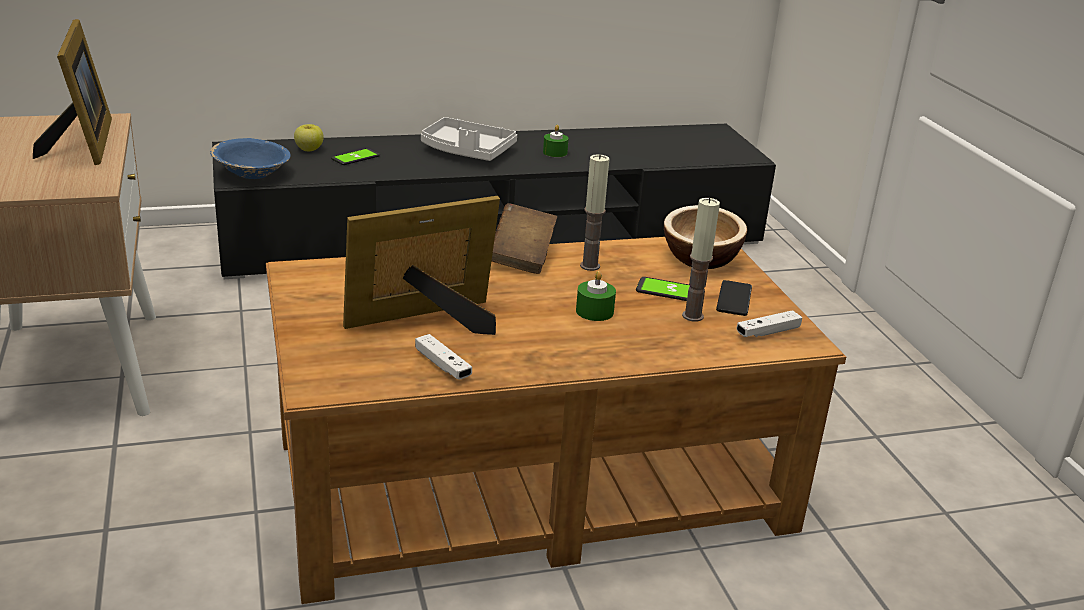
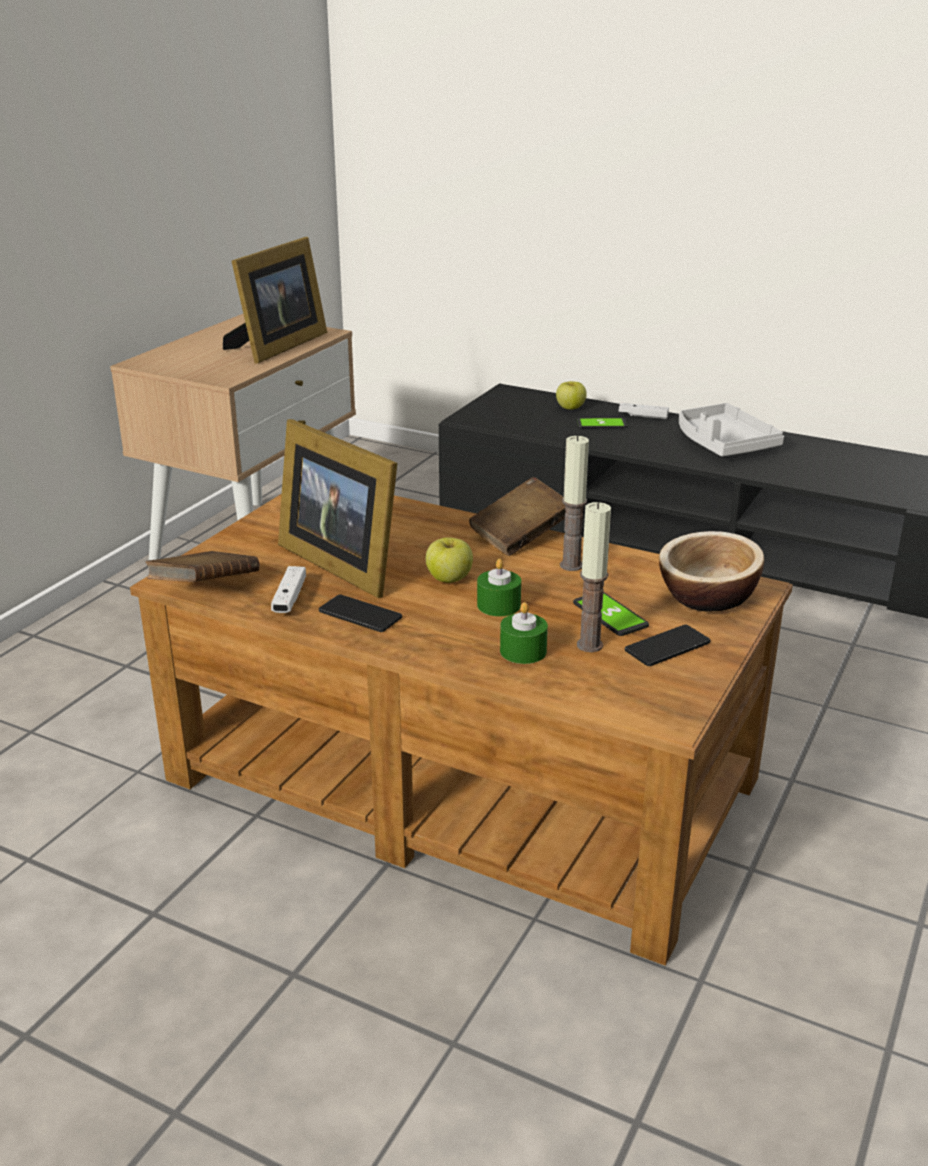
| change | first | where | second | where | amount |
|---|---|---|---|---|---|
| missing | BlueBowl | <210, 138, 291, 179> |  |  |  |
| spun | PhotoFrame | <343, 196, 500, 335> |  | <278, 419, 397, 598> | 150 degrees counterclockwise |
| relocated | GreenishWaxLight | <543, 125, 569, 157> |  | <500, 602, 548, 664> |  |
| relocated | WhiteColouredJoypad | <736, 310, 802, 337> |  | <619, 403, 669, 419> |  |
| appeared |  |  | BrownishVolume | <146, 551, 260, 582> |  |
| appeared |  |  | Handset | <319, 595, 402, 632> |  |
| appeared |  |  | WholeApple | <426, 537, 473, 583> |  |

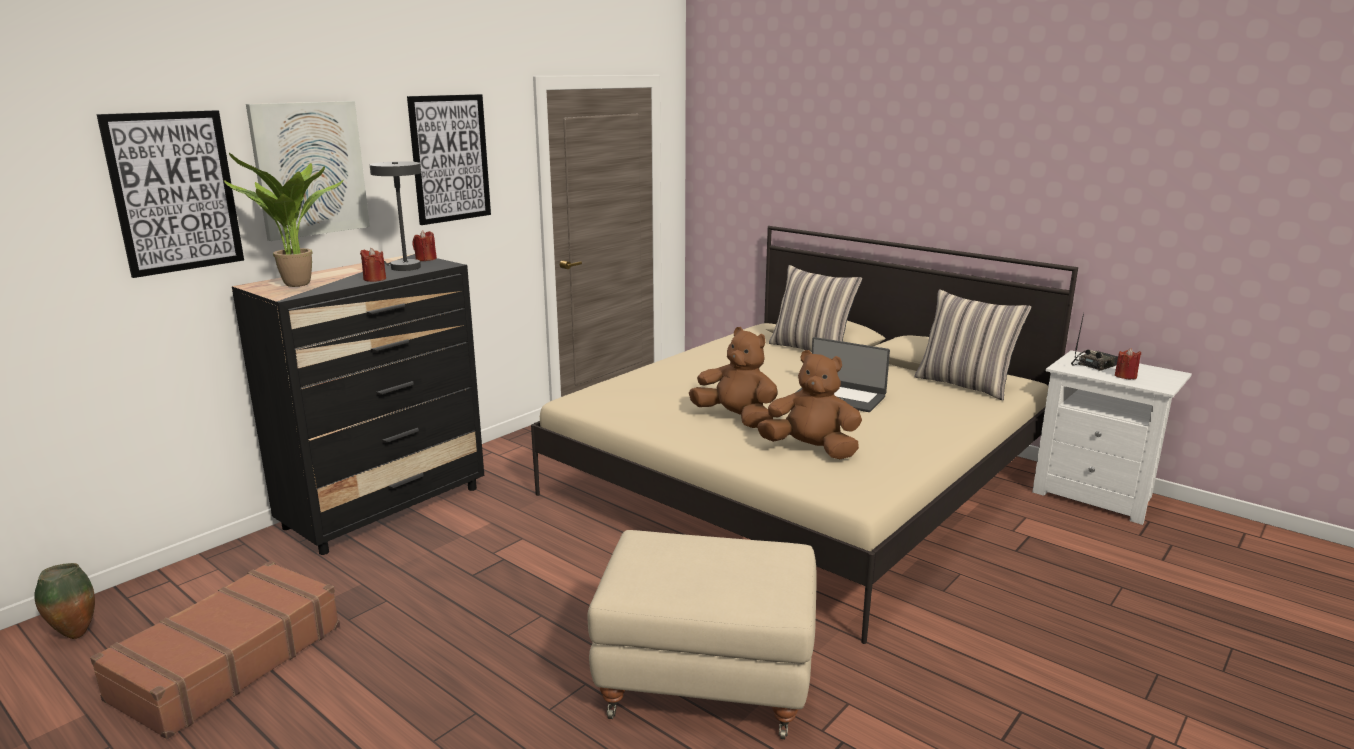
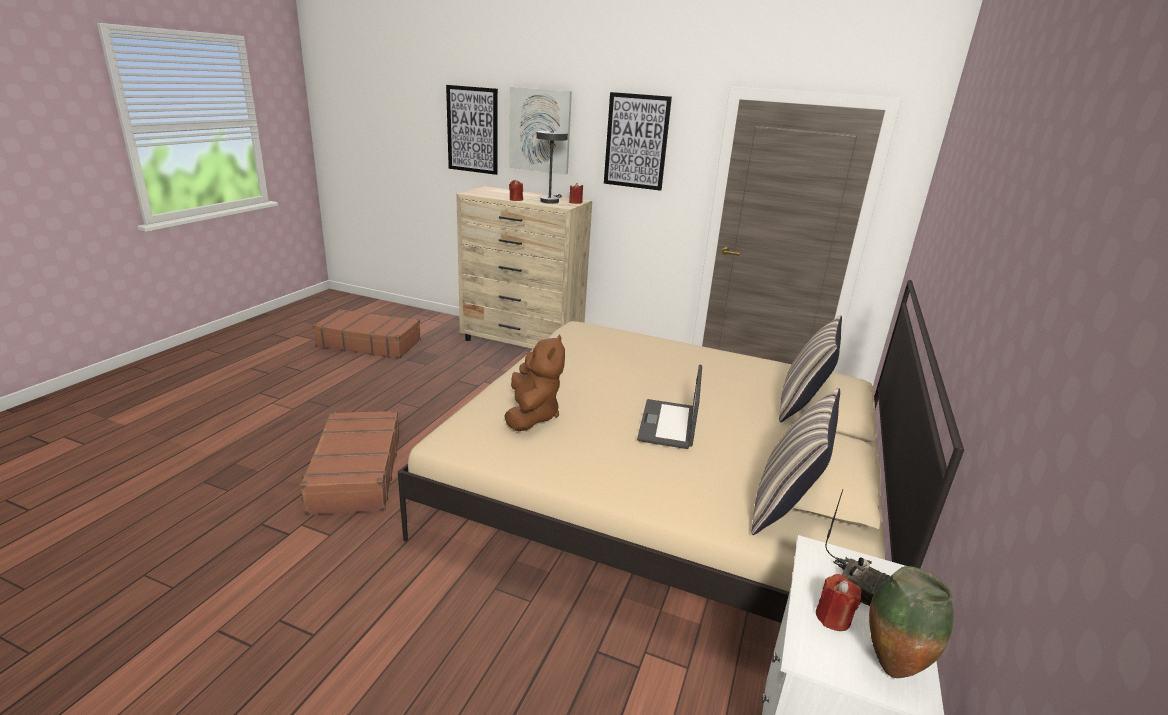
| change | first | where | second | where | amount |
|---|---|---|---|---|---|
| relocated | Vase | <34, 563, 95, 639> |  | <869, 566, 954, 678> |  |
| missing | PottedPlant | <224, 153, 344, 287> |  |  |  |
| colour | BlackColouredDrawerChest | <232, 254, 484, 555> | SandColouredDrawerChest | <456, 186, 592, 349> |  |
| exchanged | SandColouredOttoman | <588, 530, 817, 739> | BrownishTravelCase | <300, 410, 400, 515> |  |
| missing | BrownishSoftToy | <689, 327, 778, 428> |  |  |  |

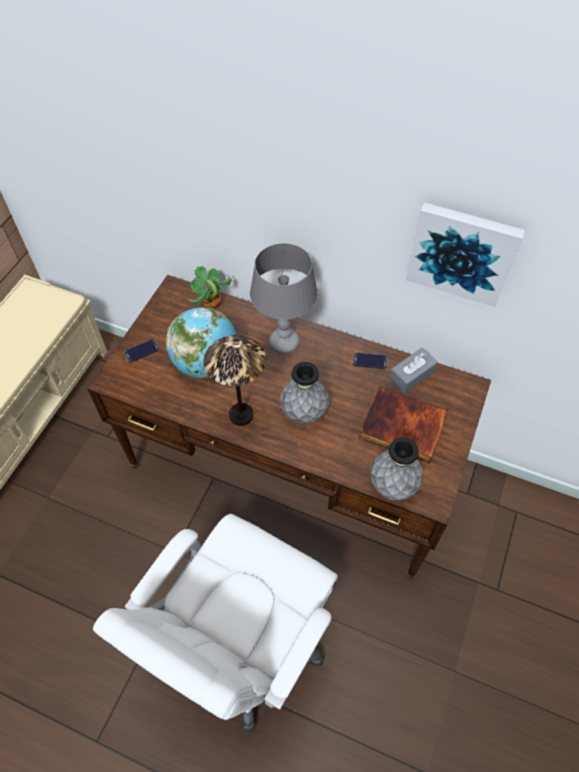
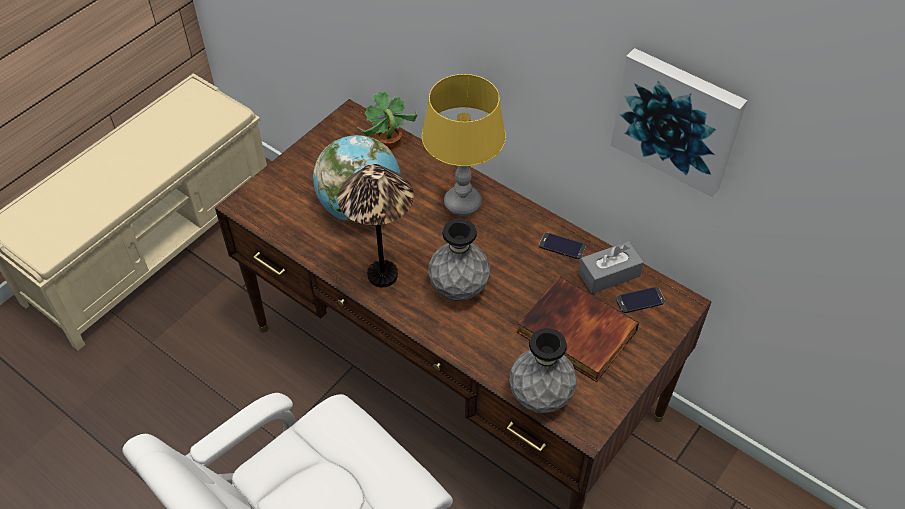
| change | first | where | second | where | amount |
|---|---|---|---|---|---|
| relocated | Handset | <124, 339, 160, 363> |  | <616, 287, 665, 313> |  |
| colour | GreyishTabletopLamp | <250, 243, 318, 353> | YellowishTabletopLamp | <422, 74, 506, 216> |  |

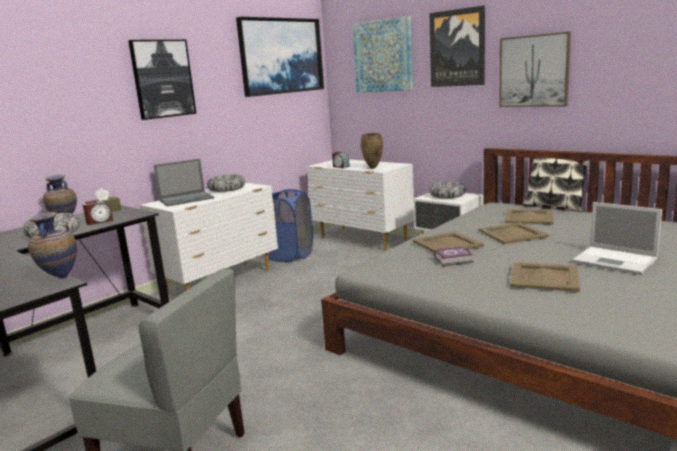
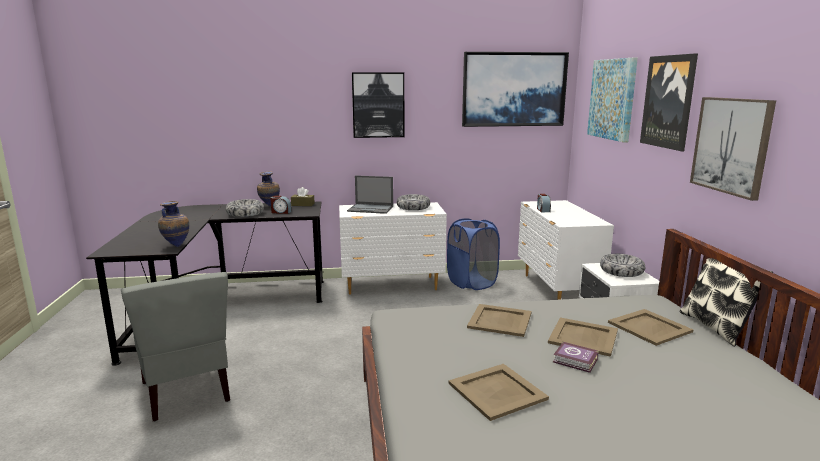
| change | first | where | second | where | amount |
|---|---|---|---|---|---|
| missing | BrownishVase | <361, 133, 383, 168> |  |  |  |
| relocated | Volume | <434, 246, 474, 266> |  | <553, 342, 599, 373> |  |
| missing | NotebookComputer | <572, 202, 662, 275> |  |  |  |

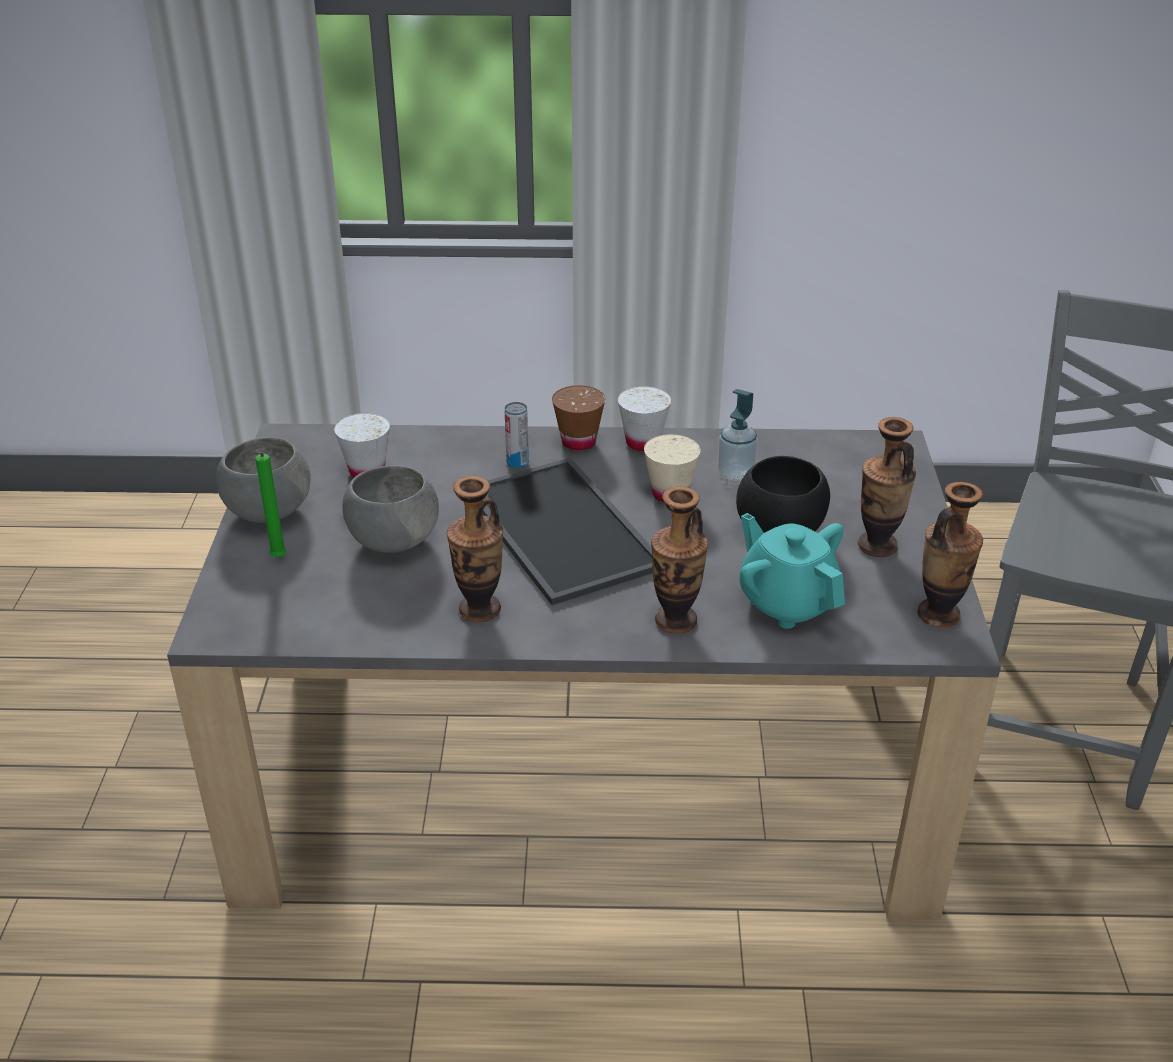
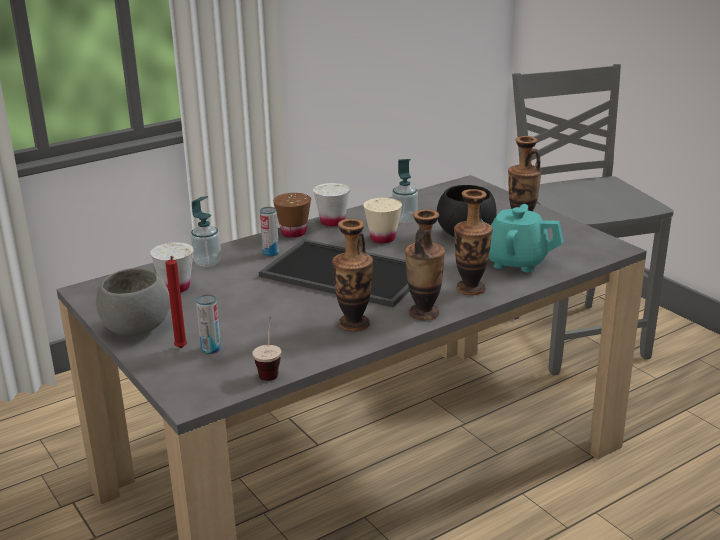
| change | first | where | second | where | amount |
|---|---|---|---|---|---|
| colour | GreenishWaxLight | <253, 452, 286, 558> | ReddishWaxLight | <166, 256, 187, 348> |  |
| missing | GreyishBowl | <342, 465, 439, 553> |  |  |  |
| relocated | Vase | <917, 482, 983, 628> |  | <405, 210, 445, 321> |  |
| appeared |  |  | SoapDispenser | <191, 196, 221, 267> |  |
| appeared |  |  | SealedCan | <196, 294, 221, 354> |  |
| appeared |  |  | SmallCup | <252, 316, 281, 381> |  |

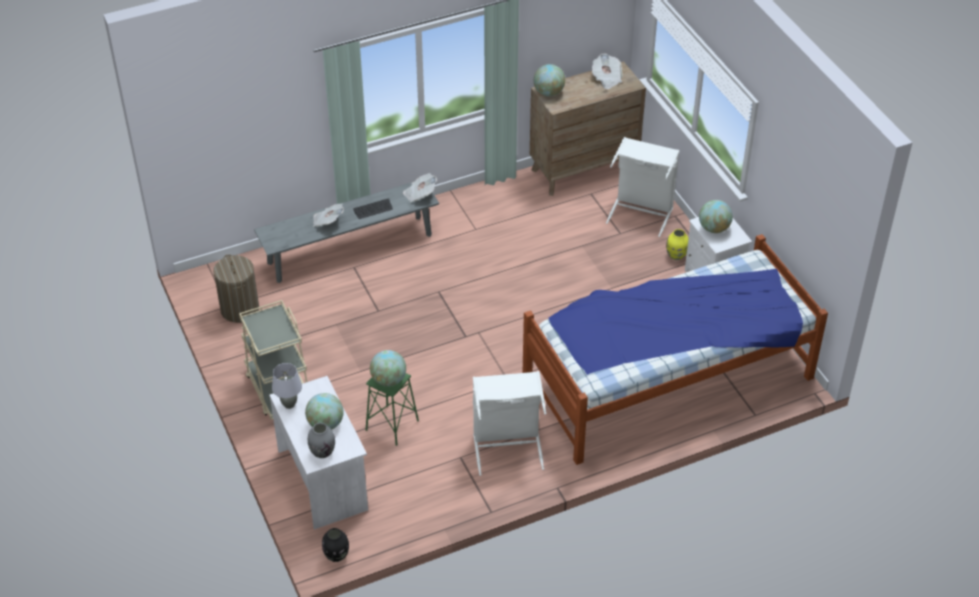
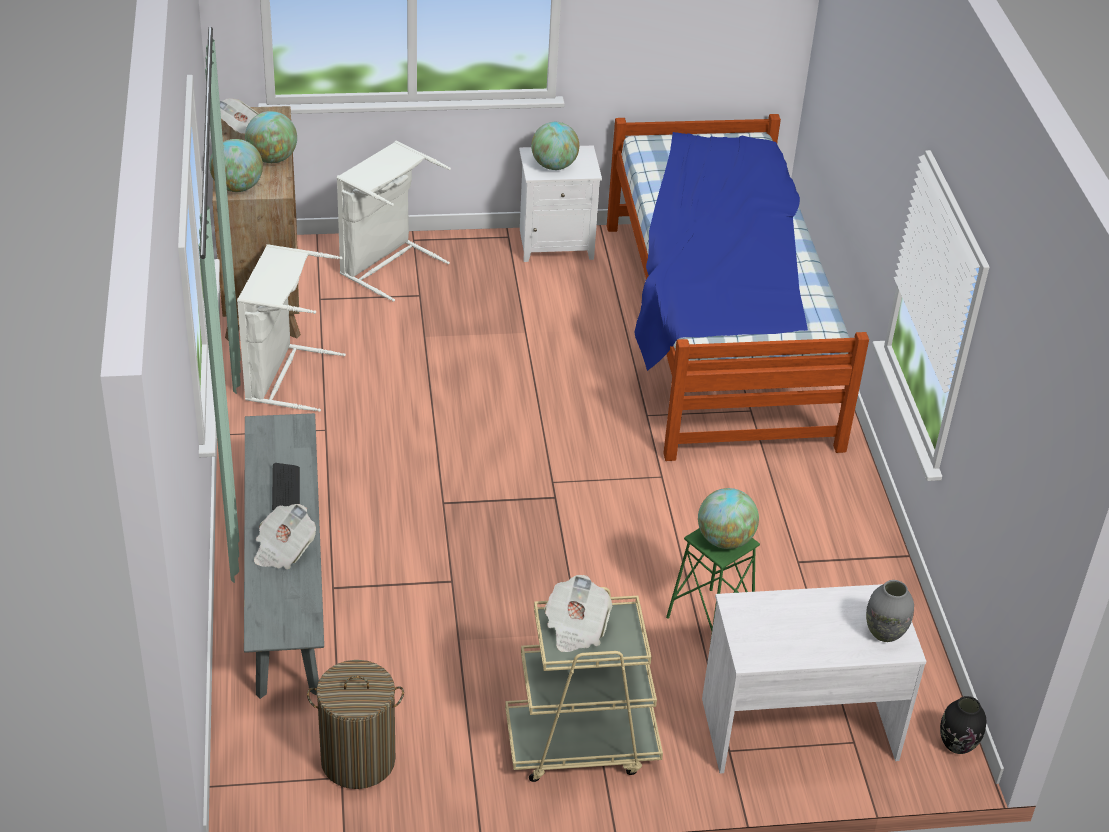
| change | first | where | second | where | amount |
|---|---|---|---|---|---|
| missing | GreyishTabletopLamp | <272, 363, 302, 409> |  |  |  |
| relocated | WorldGlobe | <305, 393, 344, 429> |  | <245, 111, 297, 163> |  |
| relocated | DailyPaper | <403, 173, 437, 202> |  | <544, 575, 612, 652> |  |
| relocated | WhiteColouredLaundryBasket | <473, 371, 546, 476> |  | <237, 244, 346, 412> |  |
| missing | YellowishVase | <666, 229, 689, 260> |  |  |  |

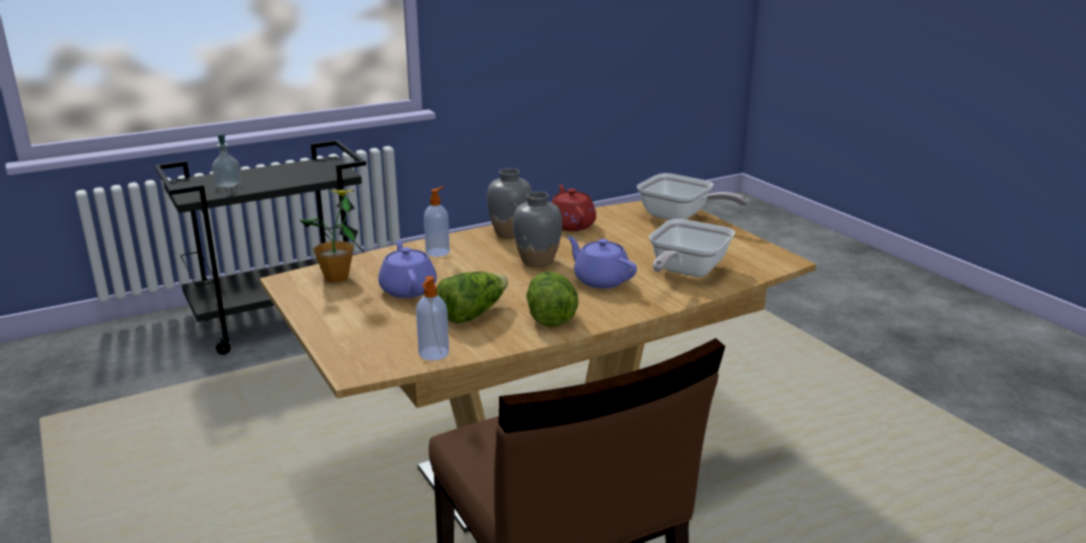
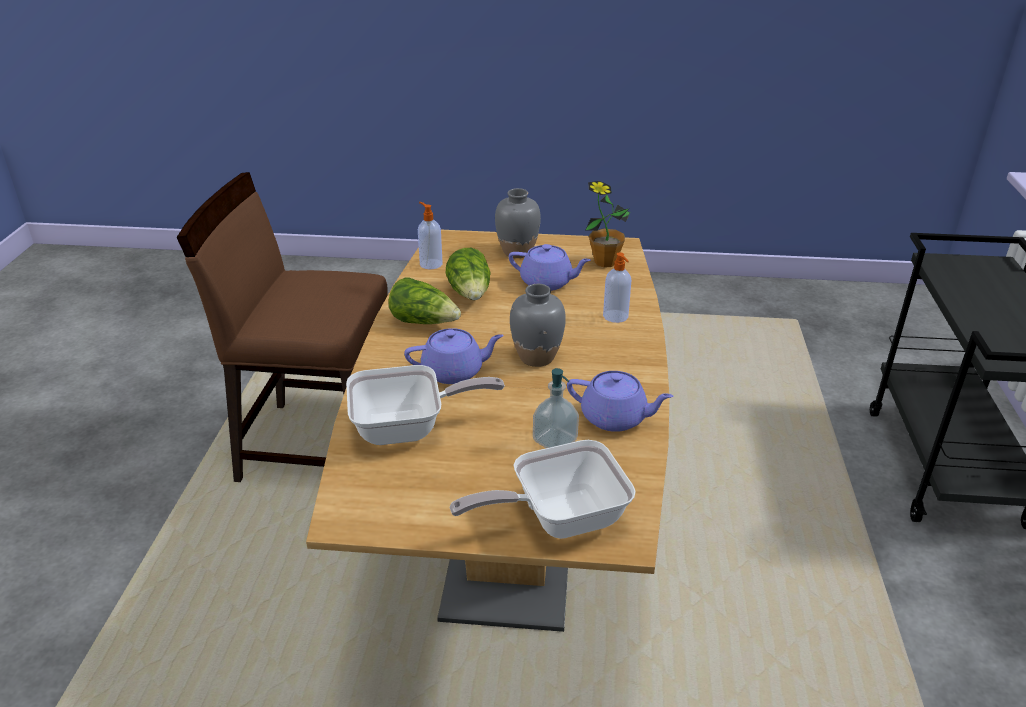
| change | first | where | second | where | amount |
|---|---|---|---|---|---|
| relocated | SoapDispenser | <212, 134, 241, 188> |  | <533, 368, 579, 448> |  |
| relocated | GreyishVase | <487, 168, 532, 238> |  | <495, 188, 541, 258> |  |
| colour | ReddishTeaPot | <551, 184, 596, 231> | PurpleTeaPot | <567, 371, 673, 432> |  |
| spun | Skillet | <649, 219, 735, 277> |  | <346, 365, 505, 445> | 105 degrees clockwise |

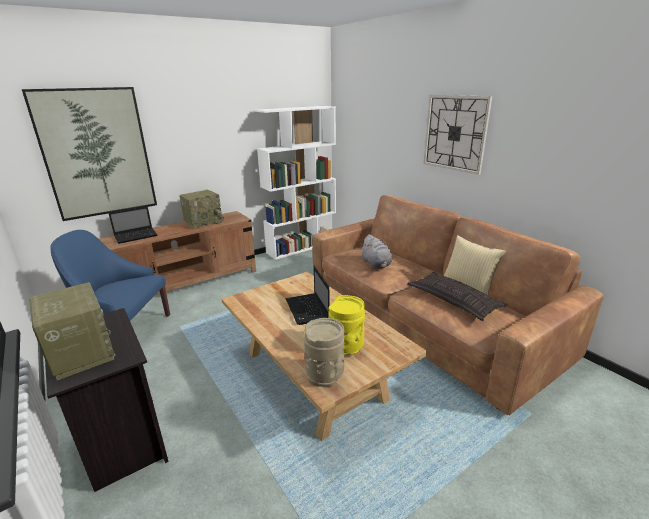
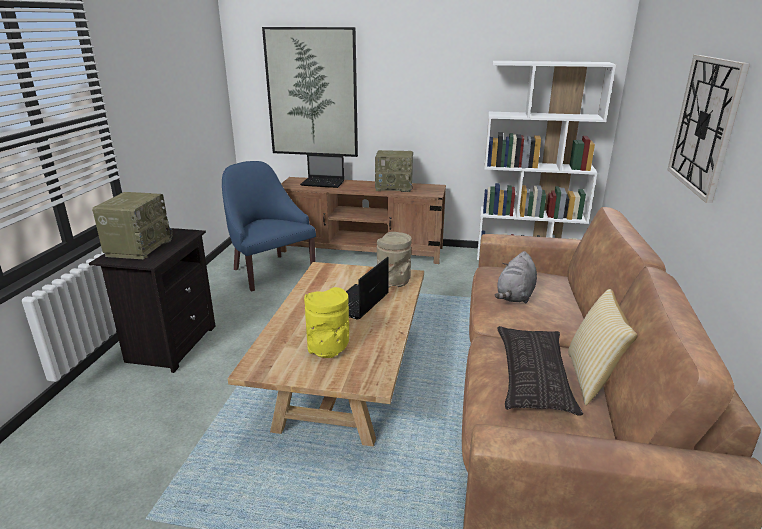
| change | first | where | second | where | amount |
|---|---|---|---|---|---|
| relocated | SandColouredVase | <304, 318, 344, 387> |  | <377, 232, 412, 288> |  |

